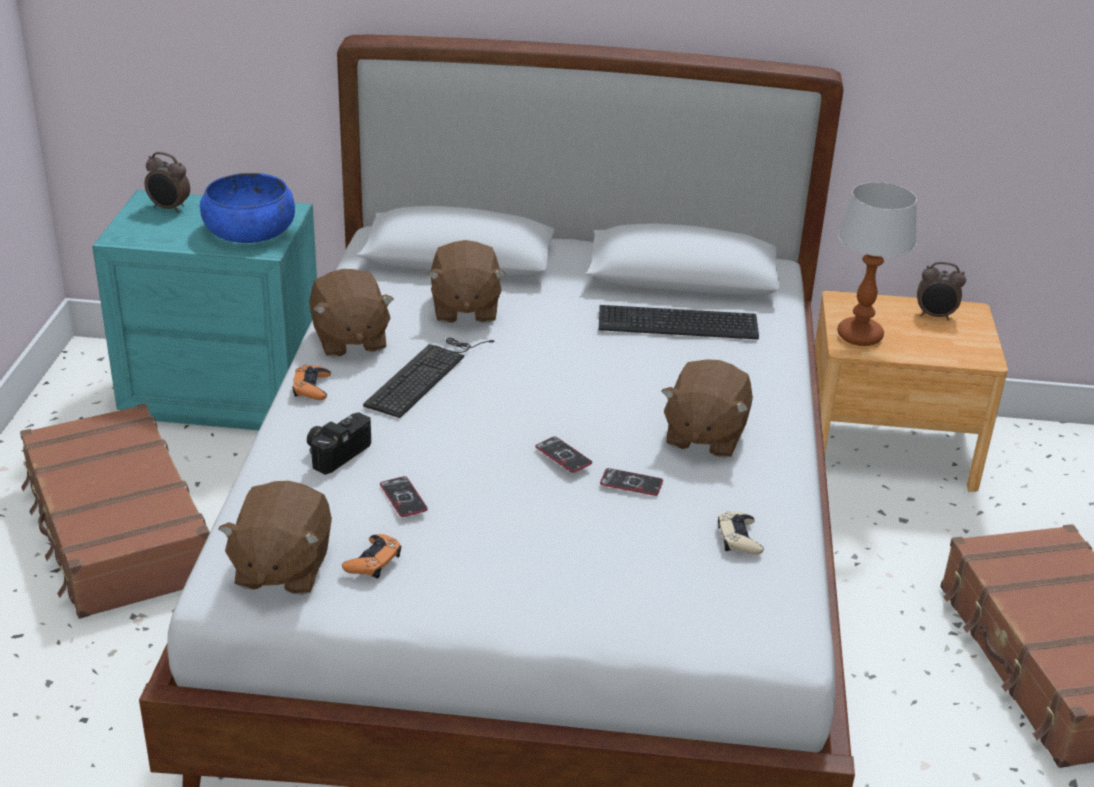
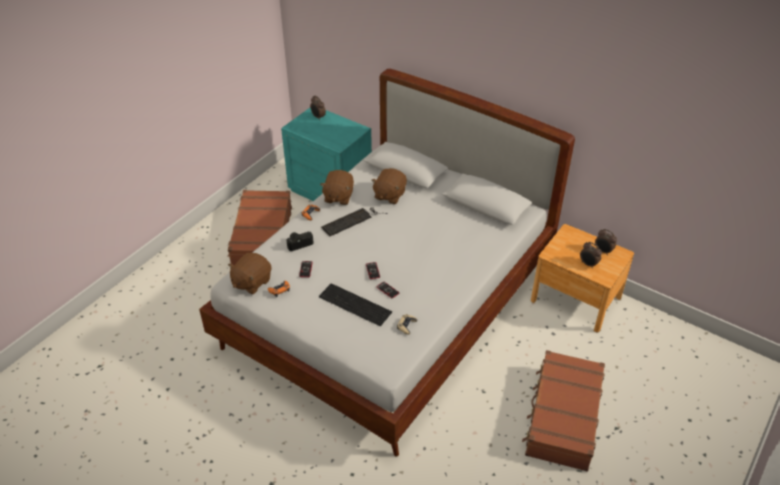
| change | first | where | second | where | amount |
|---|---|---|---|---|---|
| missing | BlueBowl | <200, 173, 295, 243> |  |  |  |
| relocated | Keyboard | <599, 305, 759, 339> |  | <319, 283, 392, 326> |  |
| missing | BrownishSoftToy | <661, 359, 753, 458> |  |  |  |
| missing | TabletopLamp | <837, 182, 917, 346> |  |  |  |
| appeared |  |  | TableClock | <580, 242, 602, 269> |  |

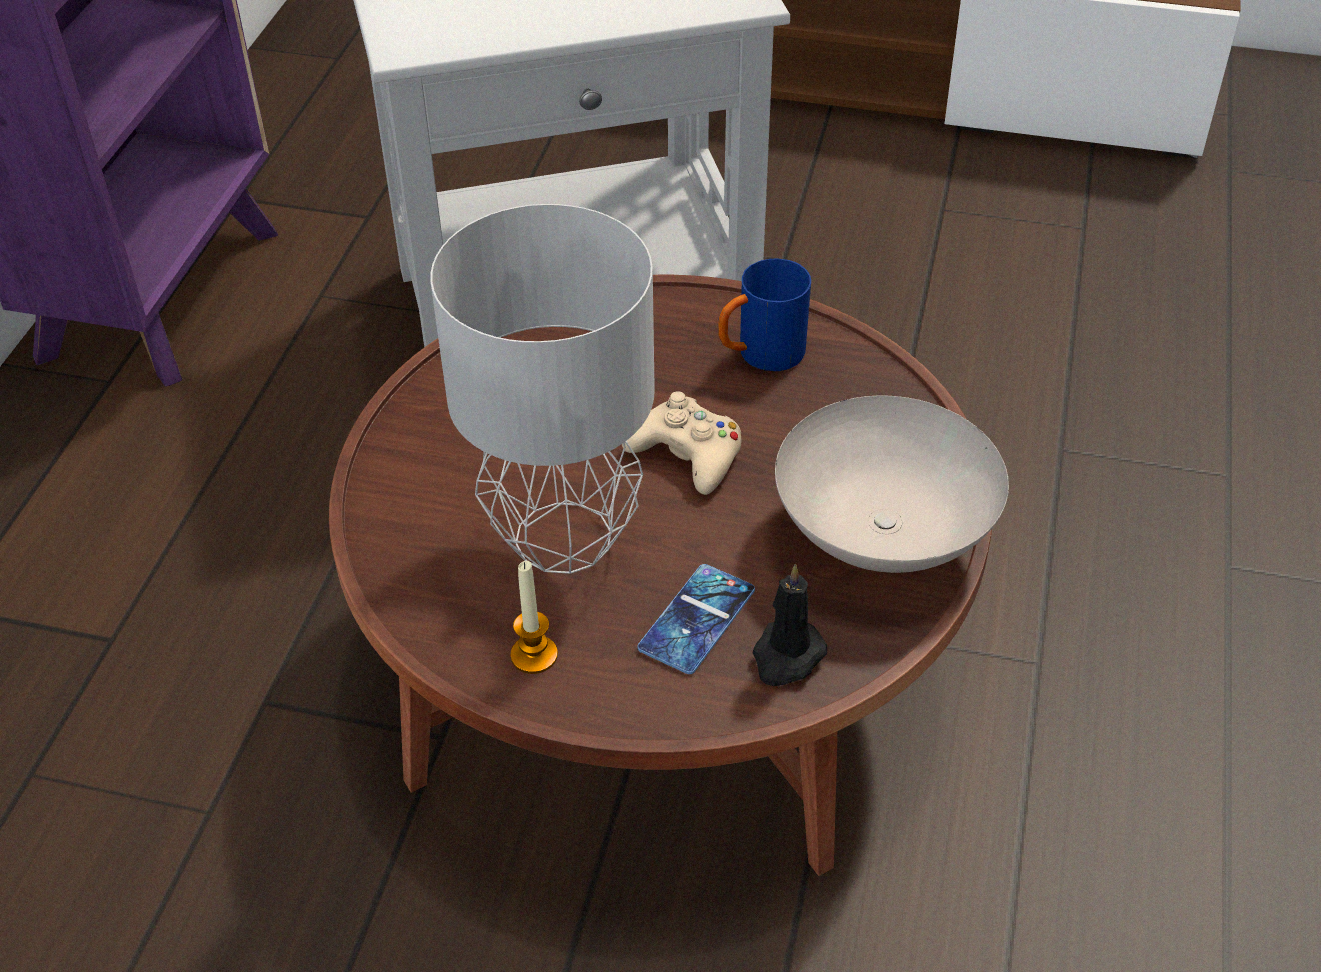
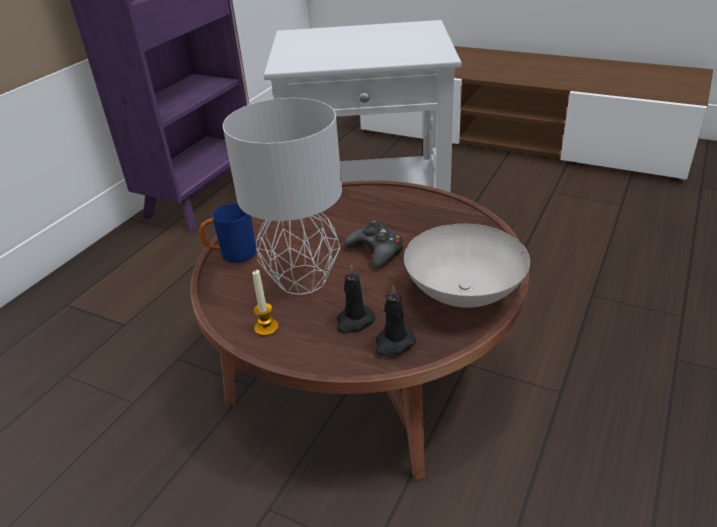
| change | first | where | second | where | amount |
|---|---|---|---|---|---|
| colour | SandColouredJoypad | <622, 391, 741, 495> | BlackColouredJoypad | <344, 220, 403, 268> |  |
| exchanged | Handset | <638, 564, 755, 674> | BlackColouredWaxLight | <337, 265, 375, 334> |  |
| relocated | BlueCoffeeMug | <718, 259, 811, 371> |  | <199, 203, 257, 263> |  |

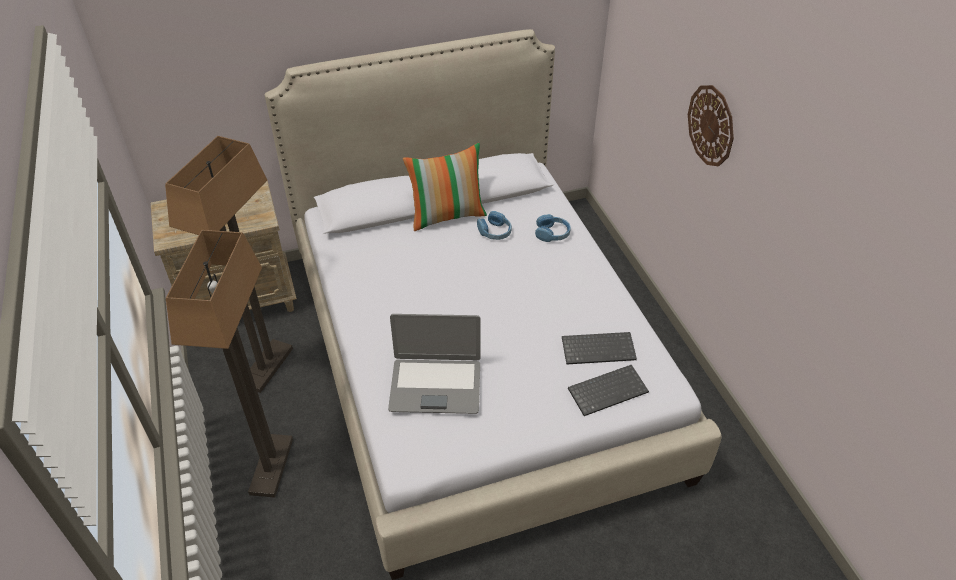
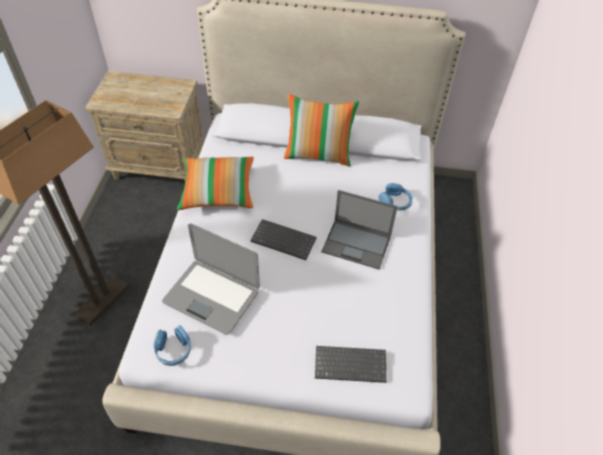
| change | first | where | second | where | amount |
|---|---|---|---|---|---|
| missing | StandingLamp | <165, 136, 293, 393> |  |  |  |
| relocated | BluePairOfHeadphones | <477, 211, 512, 240> |  | <153, 325, 190, 366> |  |
| relocated | Keyboard | <562, 332, 637, 365> |  | <250, 219, 317, 260> |  |
| missing | WallClock | <688, 85, 734, 166> |  |  |  |
| appeared |  |  | Cushion | <177, 157, 254, 210> |  |
| appeared |  |  | NotebookComputer | <321, 190, 398, 270> |  |

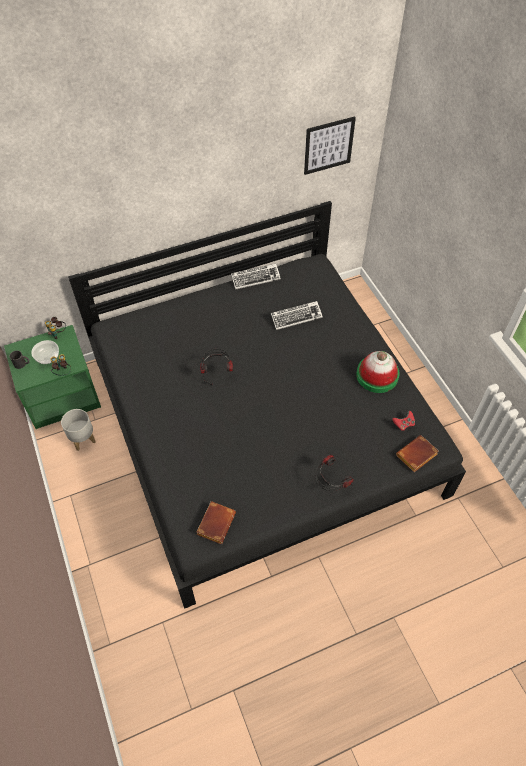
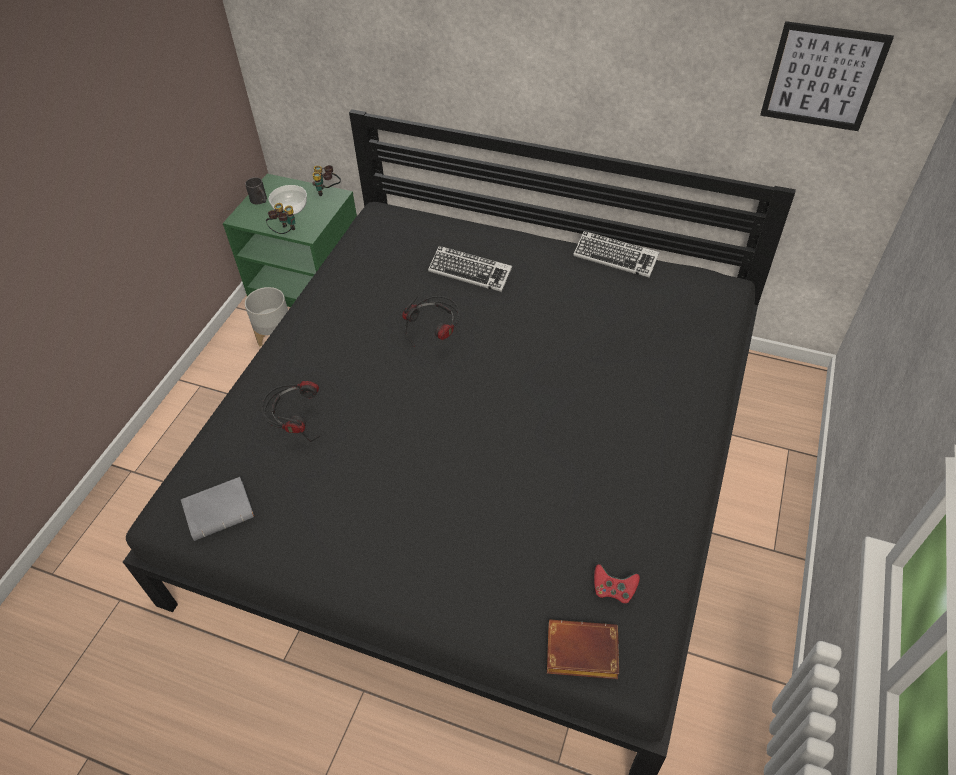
| change | first | where | second | where | amount |
|---|---|---|---|---|---|
| colour | BrownishVolume | <196, 501, 236, 544> | GreyishVolume | <181, 477, 254, 541> |  |
| relocated | Keyboard | <271, 301, 323, 330> |  | <428, 246, 512, 292> |  |
| relocated | PairOfHeadphones | <315, 455, 354, 491> |  | <261, 381, 320, 442> |  |
| missing | Hat | <356, 351, 400, 393> |  |  |  |

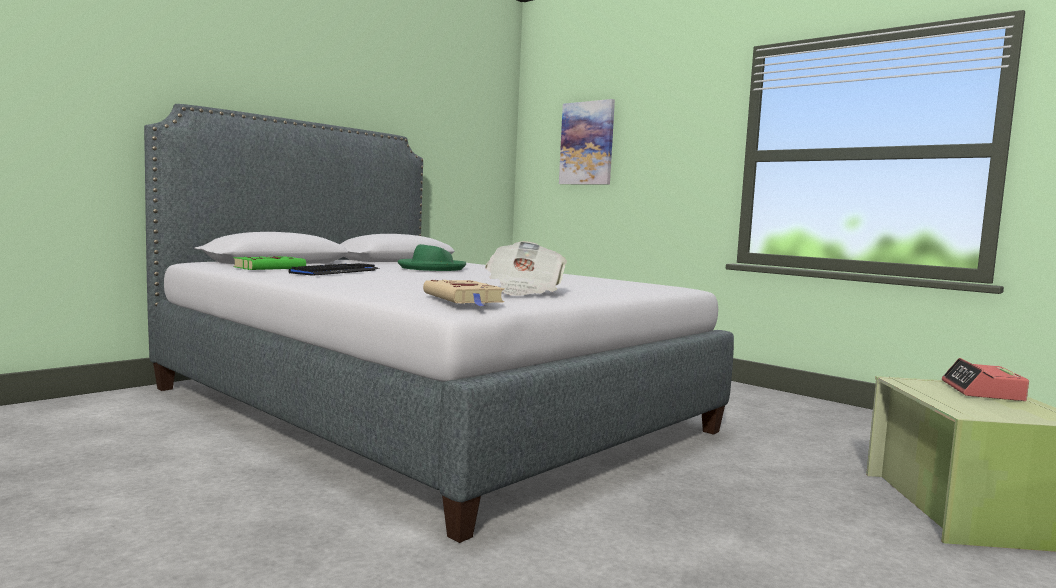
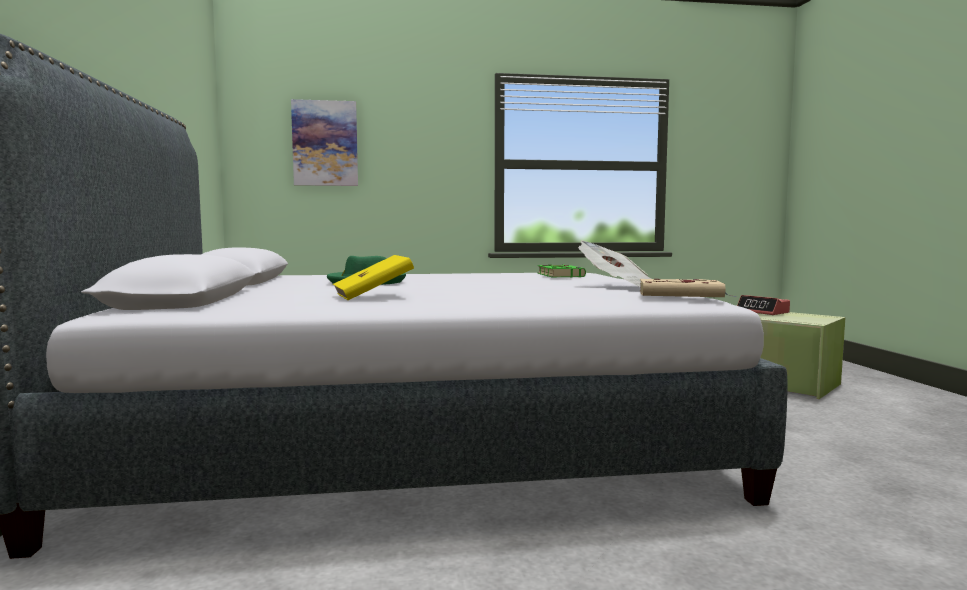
| change | first | where | second | where | amount |
|---|---|---|---|---|---|
| relocated | GreenishVolume | <233, 256, 306, 270> |  | <538, 265, 586, 277> |  |
| exchanged | Keyboard | <289, 263, 379, 276> | YellowishVolume | <333, 255, 414, 300> |  |

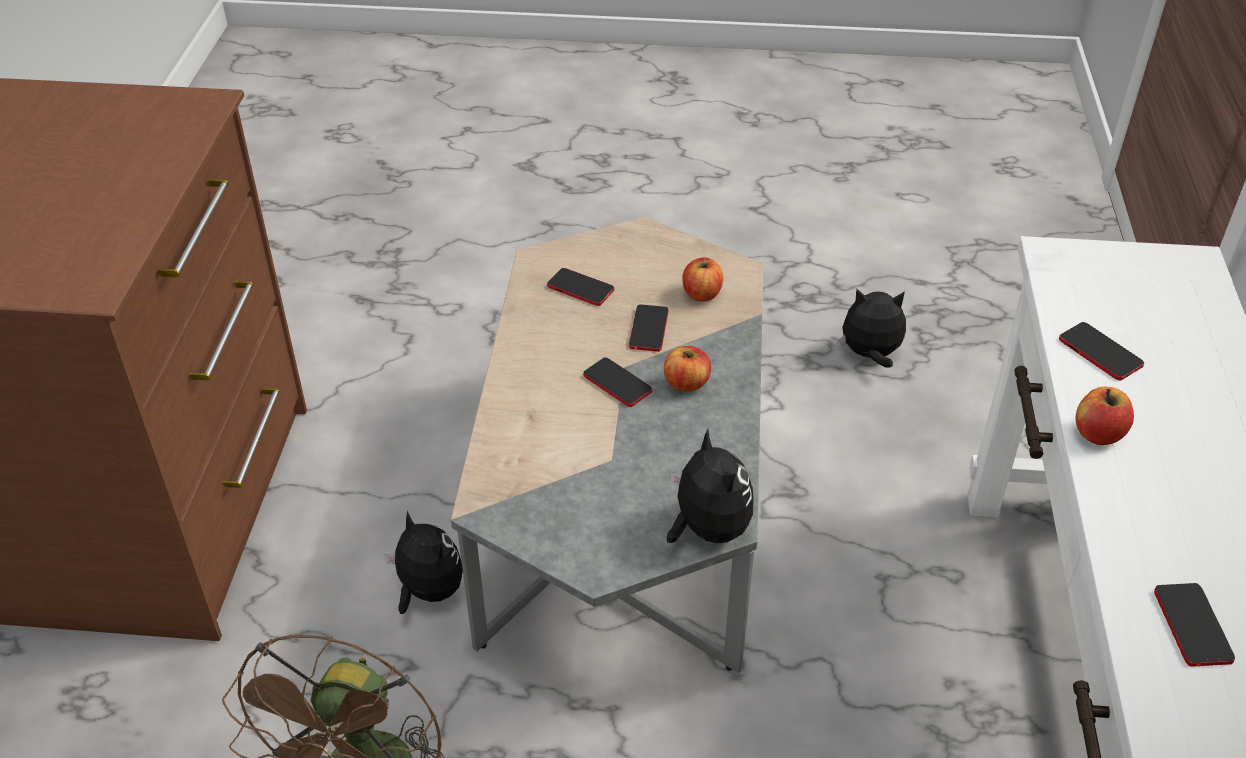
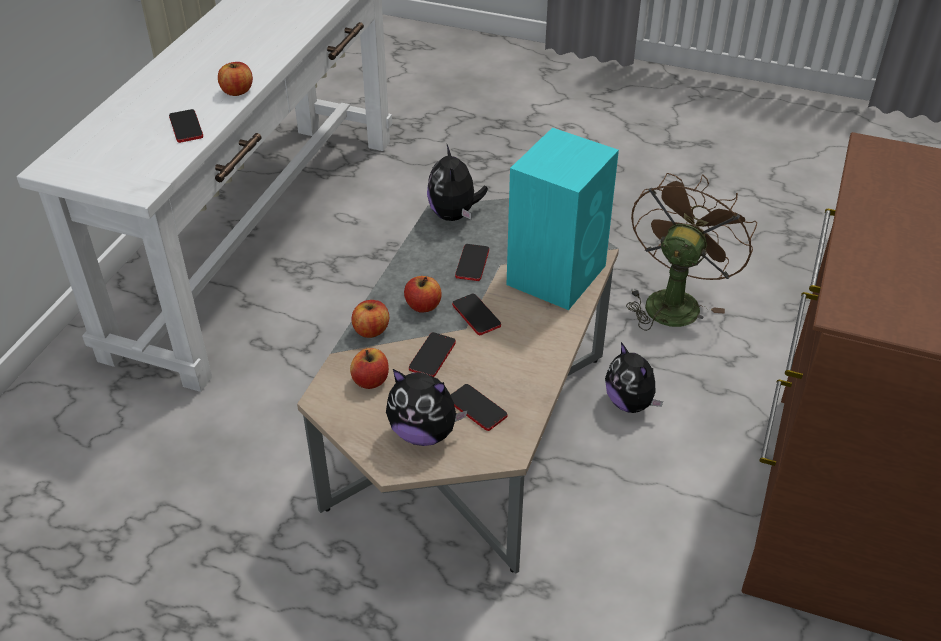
| change | first | where | second | where | amount |
|---|---|---|---|---|---|
| relocated | SoftToy | <838, 289, 906, 368> |  | <386, 369, 468, 446> |  |
| relocated | Handset | <1154, 583, 1235, 667> |  | <455, 244, 489, 281> |  |
| appeared |  |  | WholeApple | <351, 300, 389, 338> |  |
| appeared |  |  | TurquoiseLoudspeaker | <506, 128, 619, 310> |  |

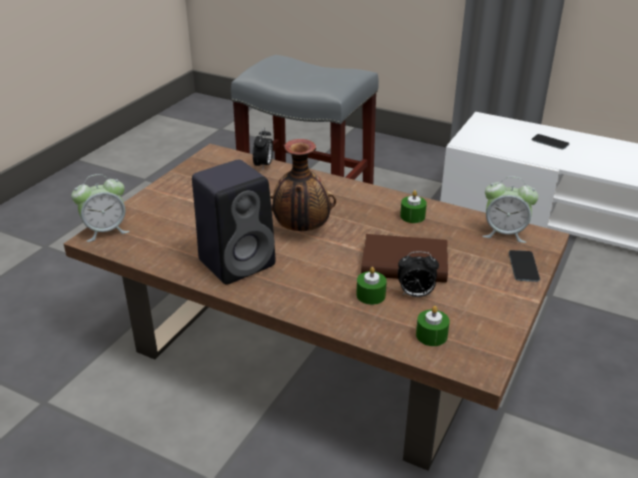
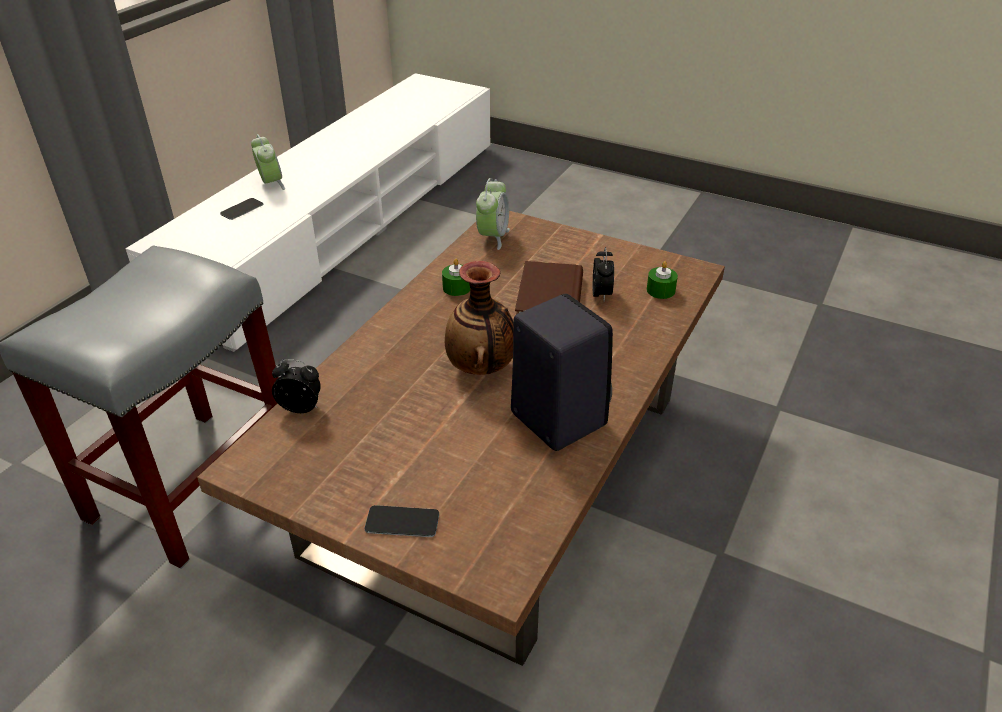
| change | first | where | second | where | amount |
|---|---|---|---|---|---|
| relocated | TableClock | <71, 174, 130, 242> |  | <251, 134, 285, 190> |  |
| missing | GreenishWaxLight | <356, 267, 387, 305> |  |  |  |
| relocated | Handset | <509, 250, 540, 282> |  | <365, 505, 439, 537> |  |

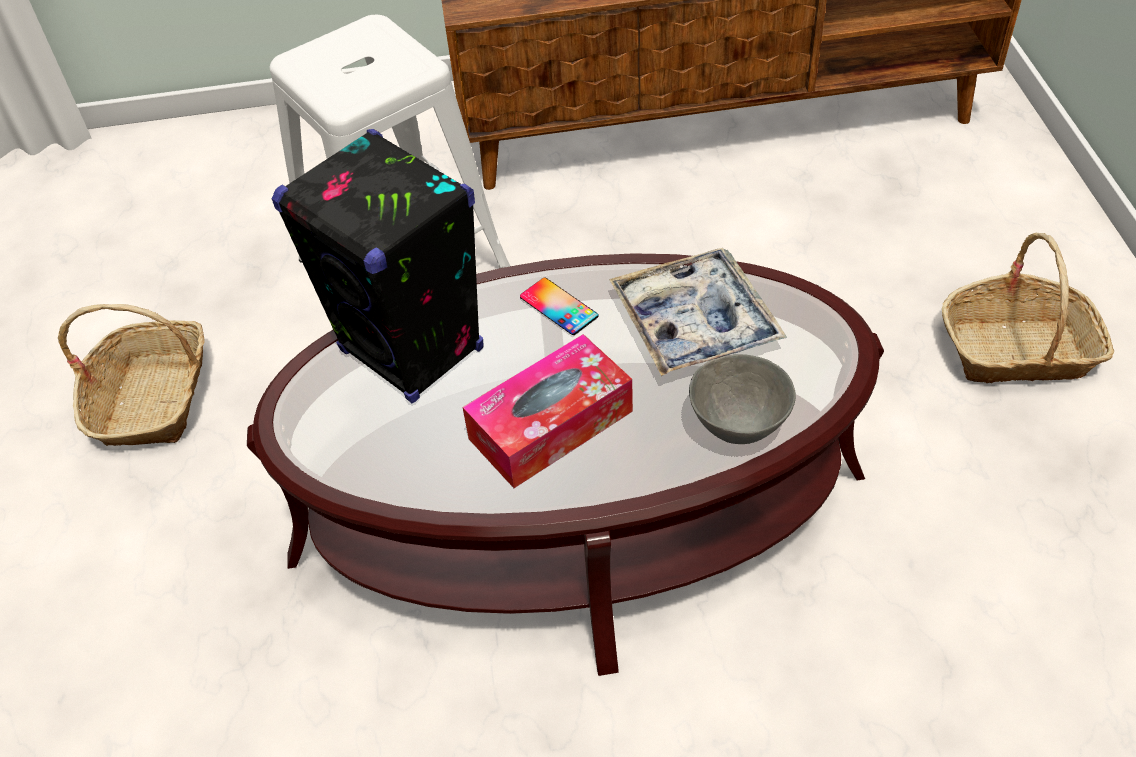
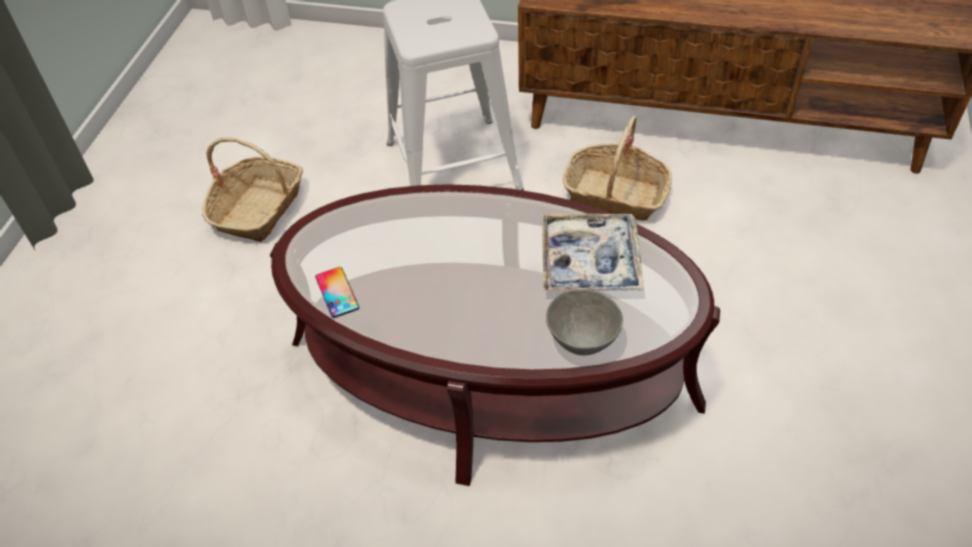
| change | first | where | second | where | amount |
|---|---|---|---|---|---|
| missing | BlackColouredLoudspeaker | <272, 129, 483, 403> |  |  |  |
| missing | TissueBox | <463, 334, 633, 488> |  |  |  |
| relocated | Handset | <520, 277, 598, 335> |  | <315, 267, 359, 318> |  |
| relocated | Basket | <942, 233, 1114, 383> |  | <563, 116, 672, 221> |  |

